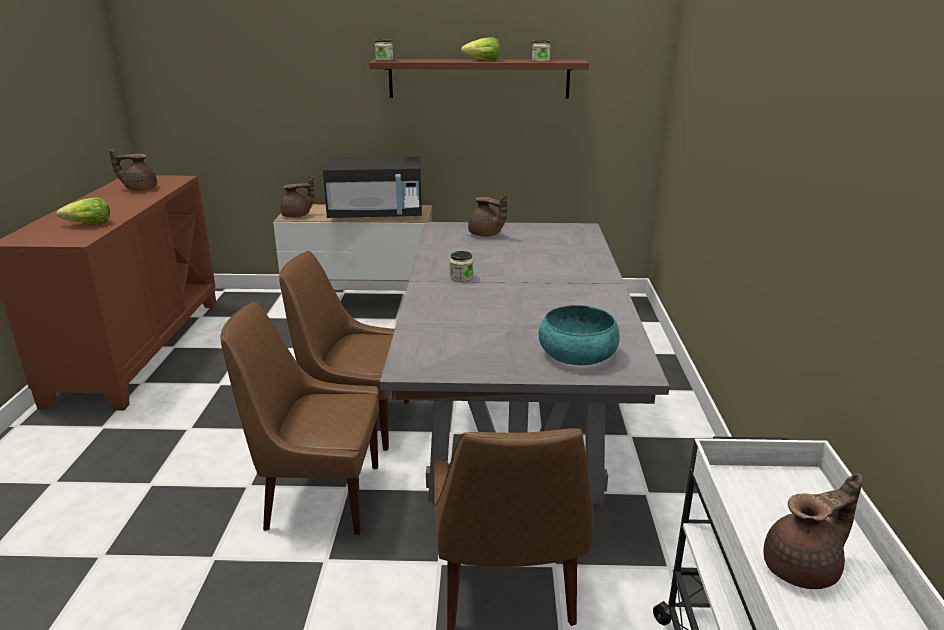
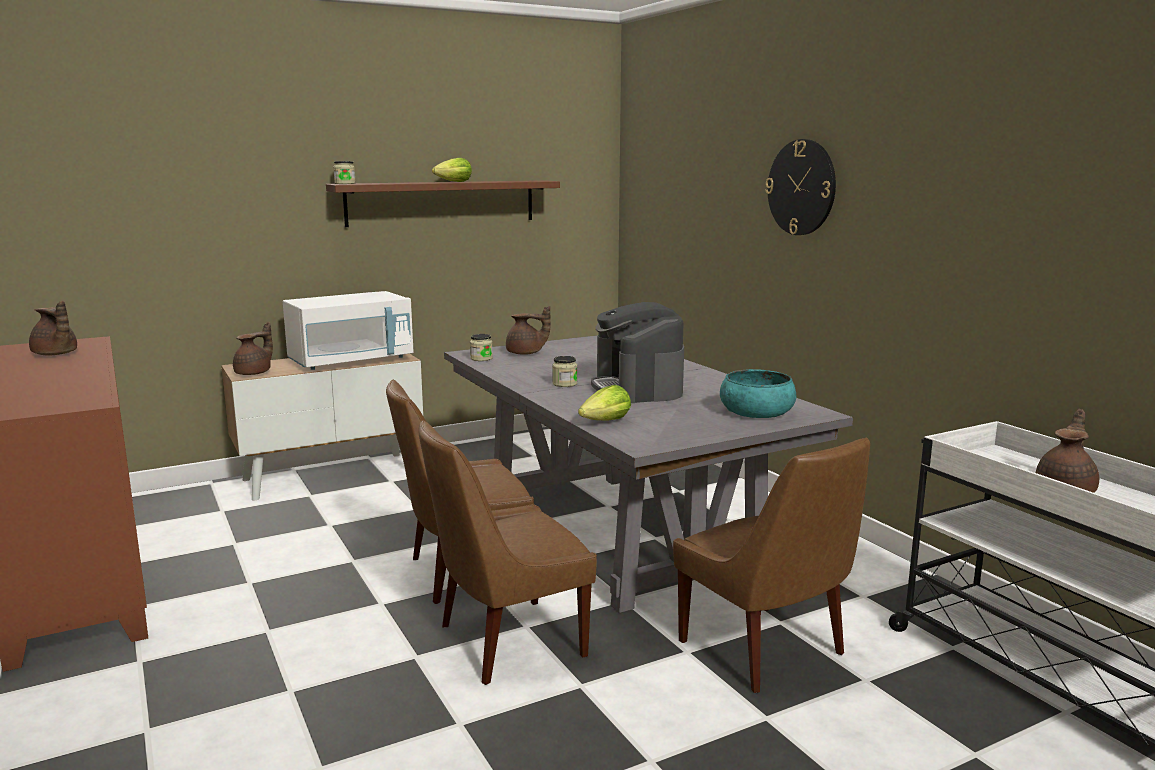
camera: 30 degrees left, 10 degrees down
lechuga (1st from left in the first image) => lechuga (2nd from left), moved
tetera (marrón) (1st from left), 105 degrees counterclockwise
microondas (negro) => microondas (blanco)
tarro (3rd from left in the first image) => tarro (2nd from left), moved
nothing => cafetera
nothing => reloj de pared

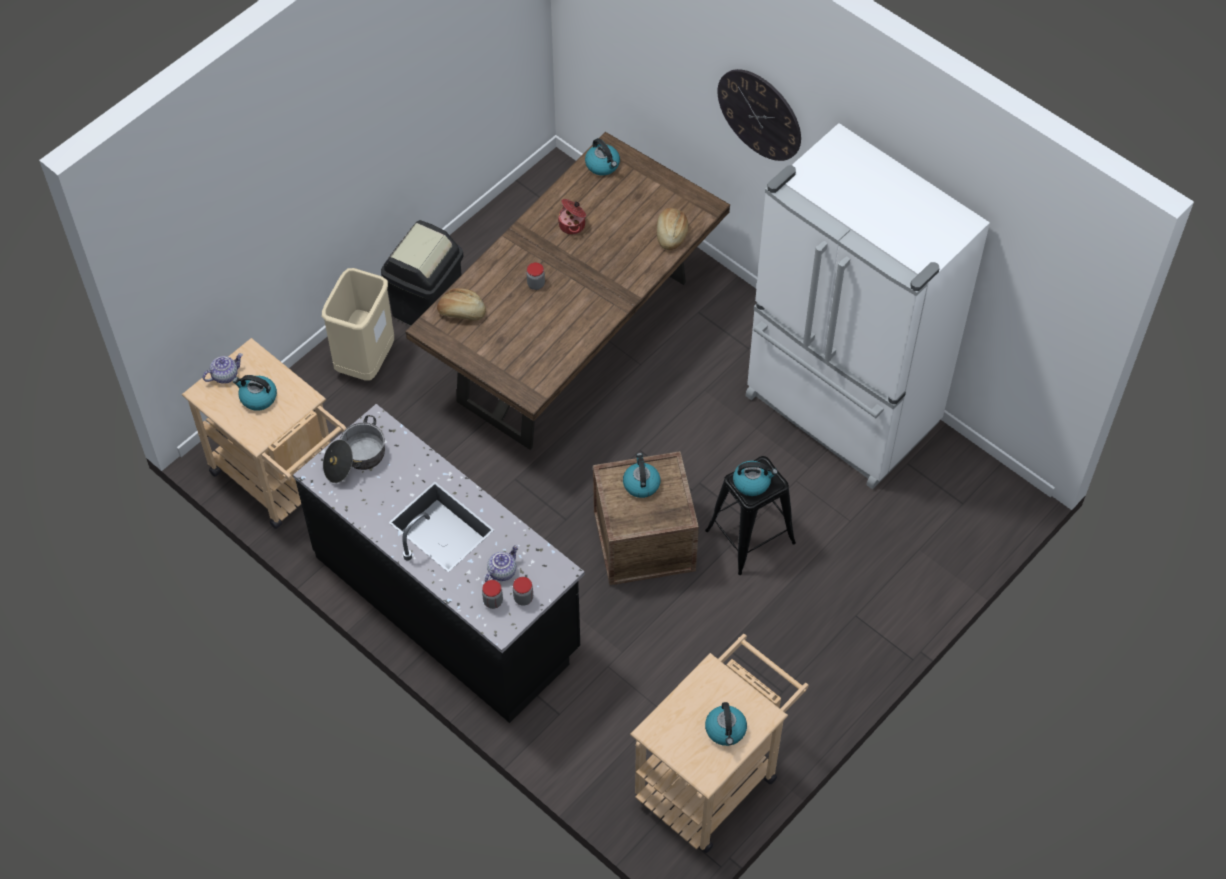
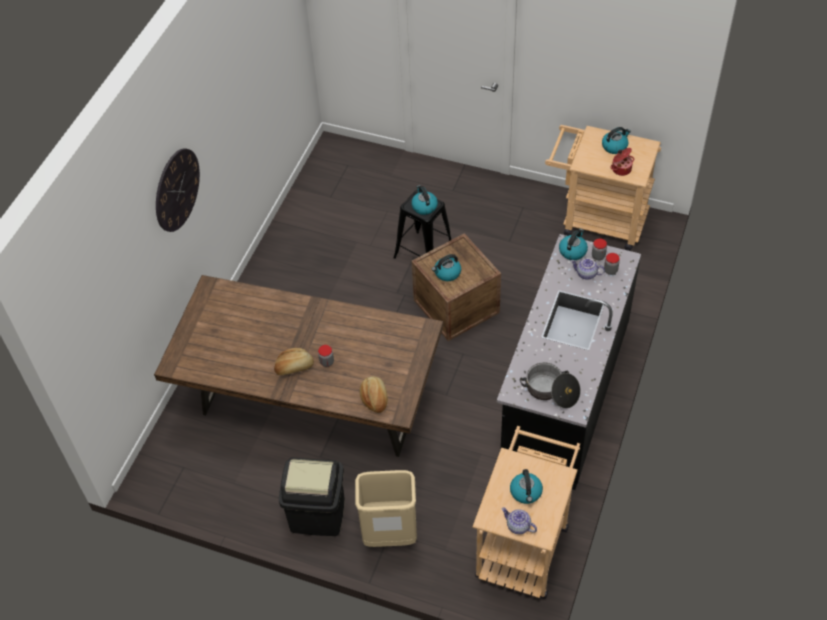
camera: 110 degrees left, 5 degrees down
olla (2nd from left), moved
hervidor (2nd from left in the first image) => hervidor (4th from left), moved
pan (2nd from left in the first image) => pan (1st from left), moved
nevera (blanco) => nothing

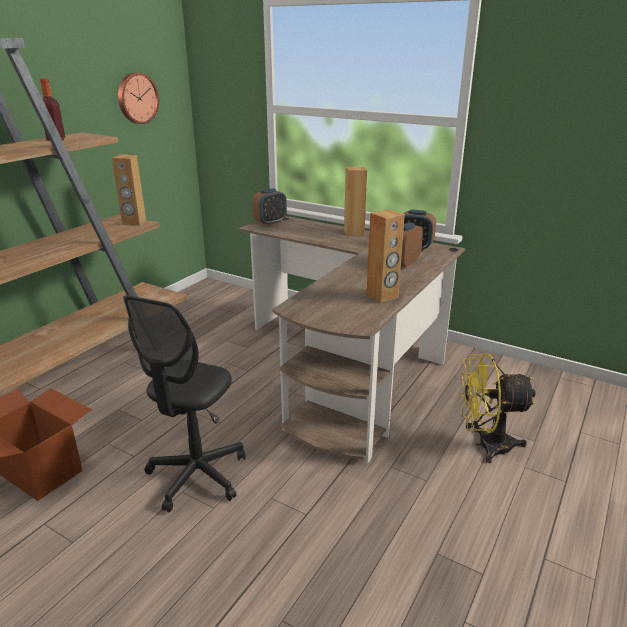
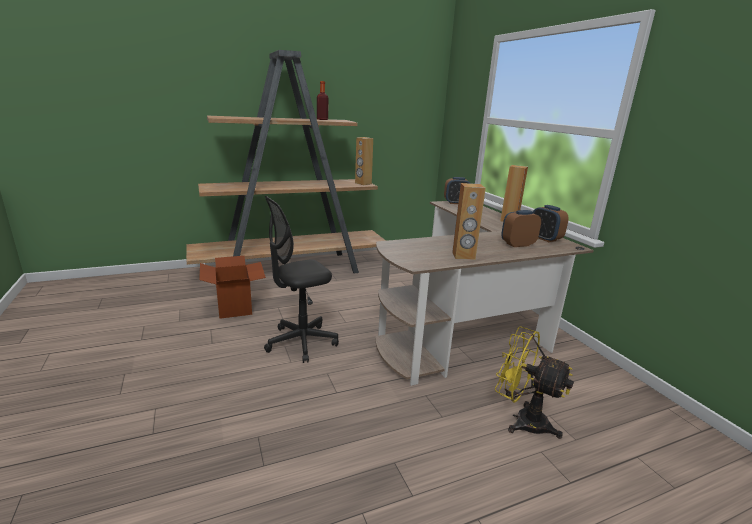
camera: 35 degrees right, 5 degrees down
reloj de pared => nothing

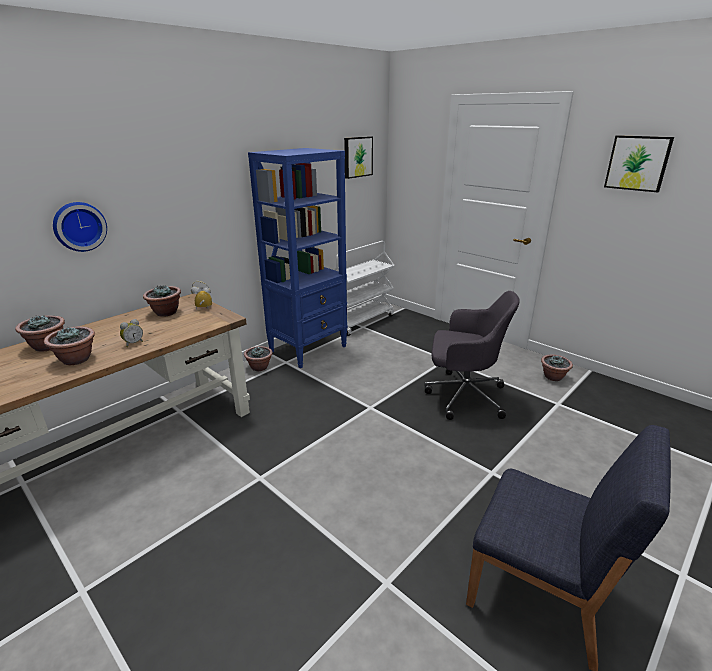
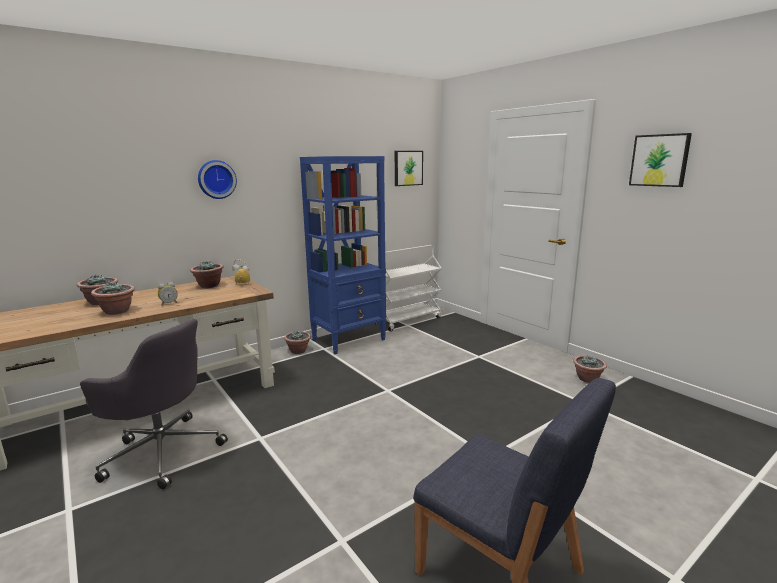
camera: 10 degrees right, 10 degrees down
reloj de pared, moved
silla de oficina (gris), moved

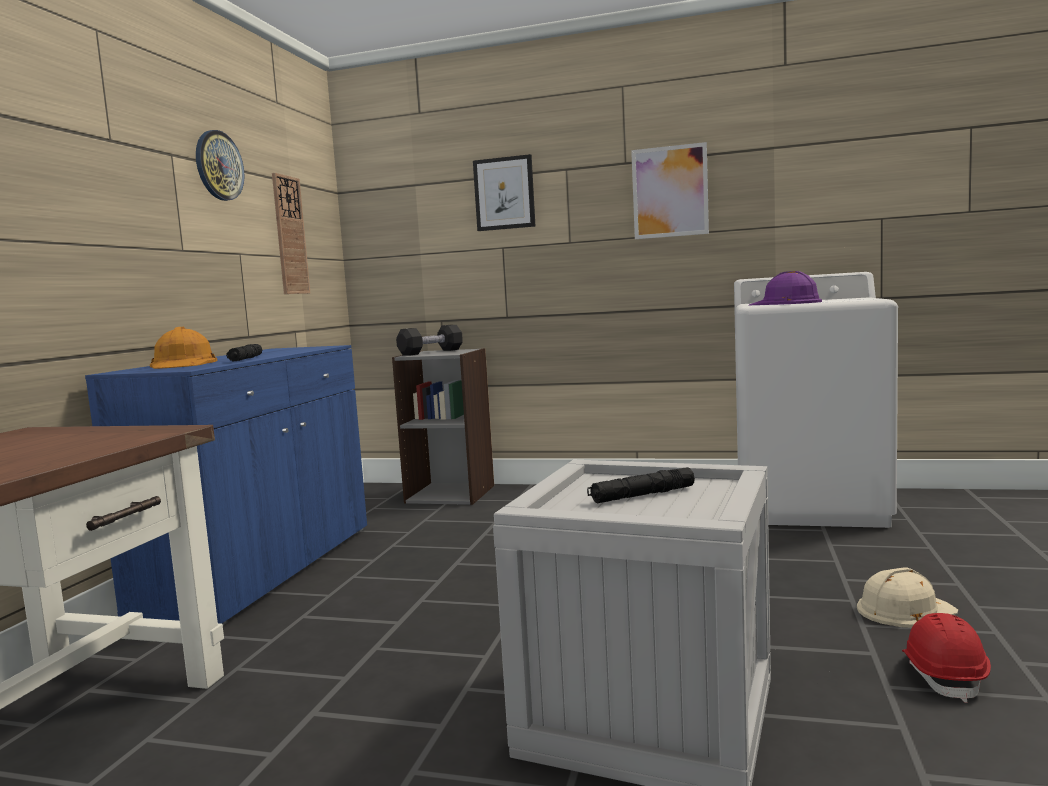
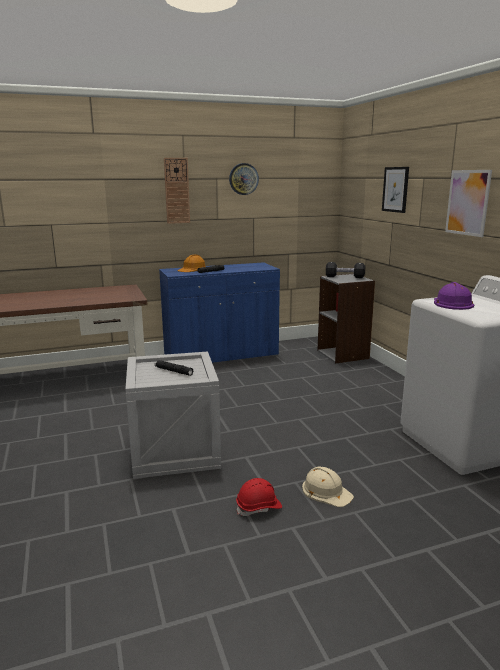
camera: 55 degrees right, 10 degrees up
reloj de pared (2nd from left in the first image) => reloj de pared (1st from left), moved

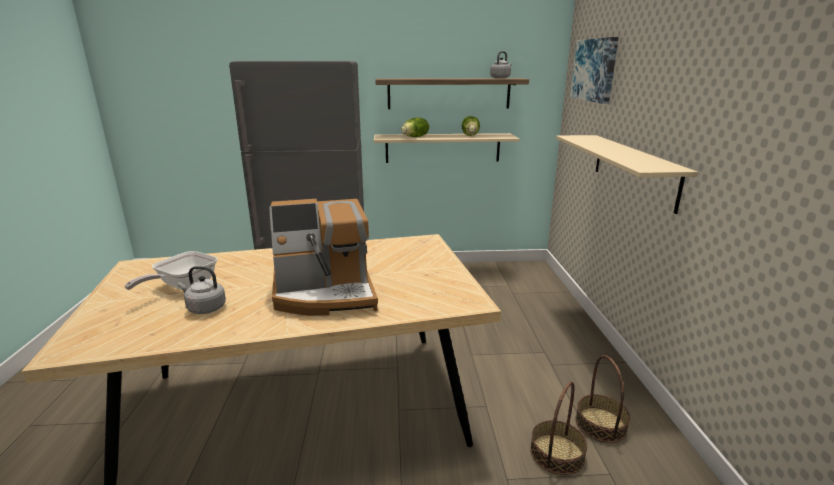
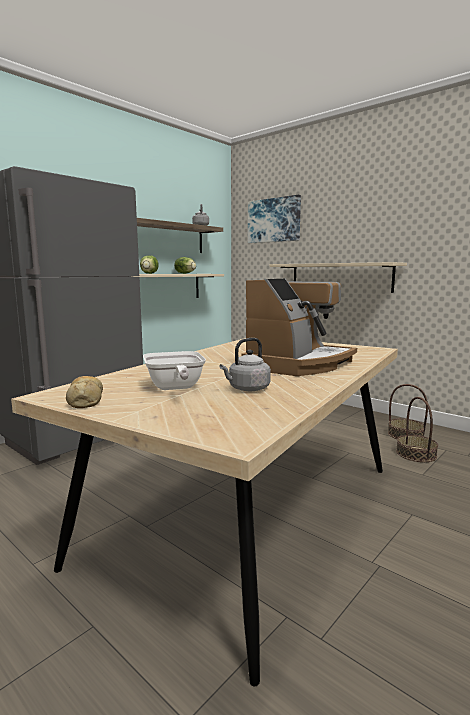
camera: 45 degrees left, 10 degrees down
nothing => pan

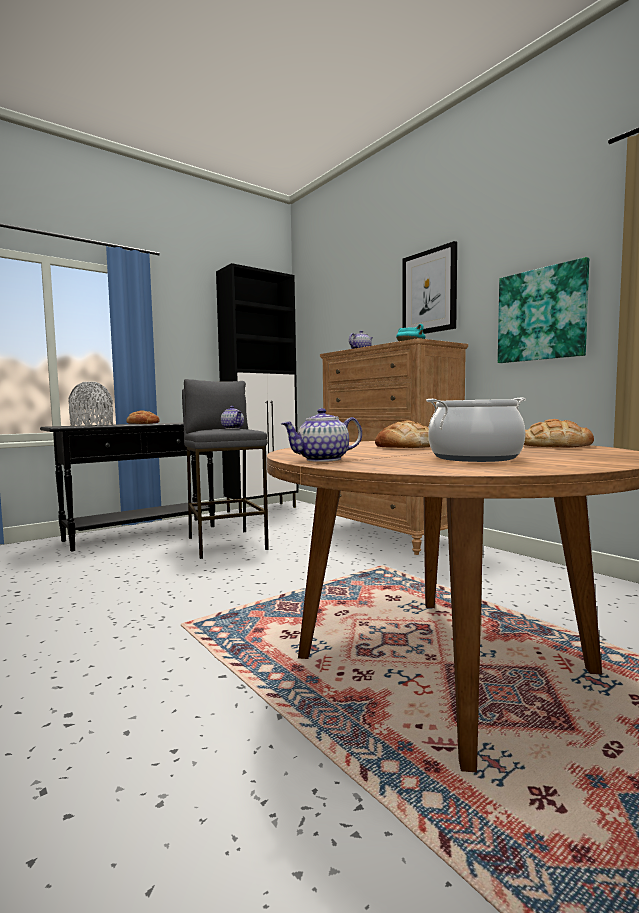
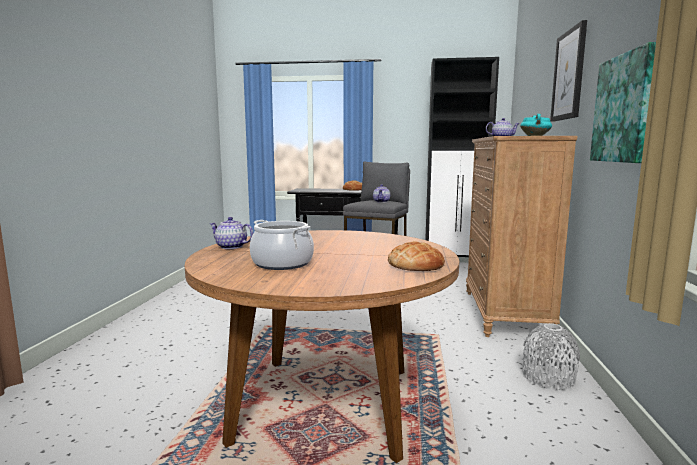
camera: 45 degrees right, 5 degrees up
florero (gris), moved
pan (2nd from left) => nothing

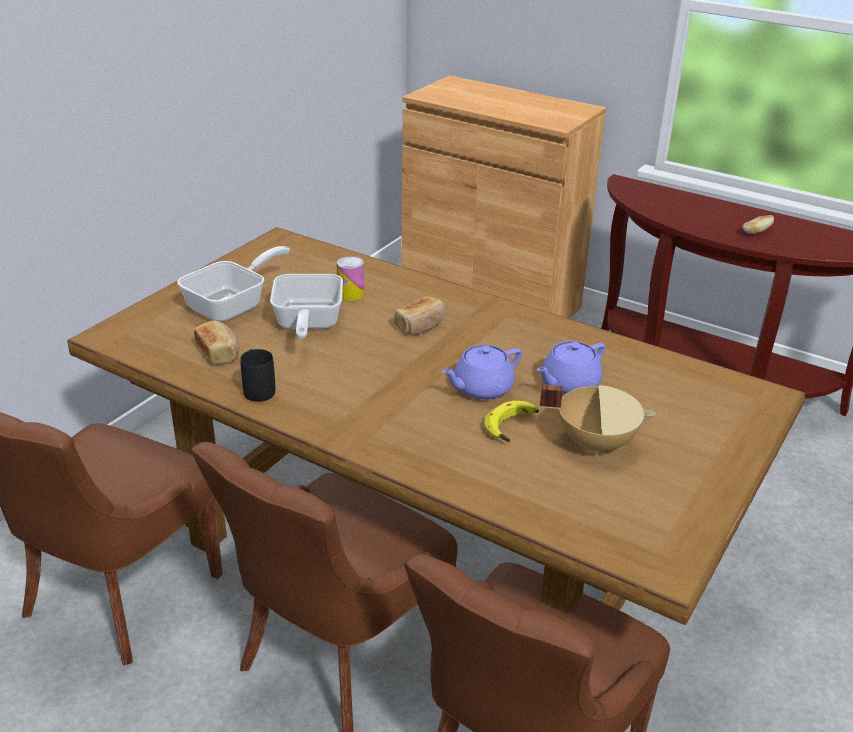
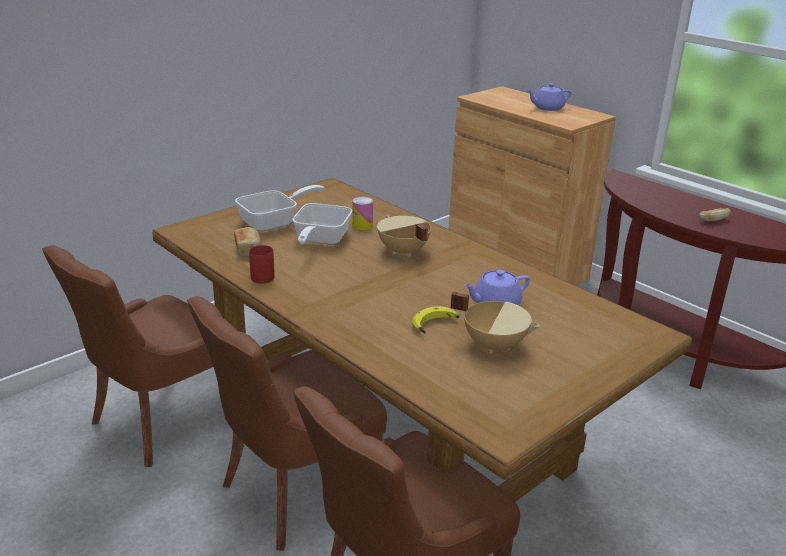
camera: 15 degrees right, 5 degrees down
taza grande (negro) => taza grande (rojo)
pan (2nd from left) => olla (beis) (1st from left)
tetera (morado) (1st from left in the first image) => tetera (morado) (2nd from left), moved

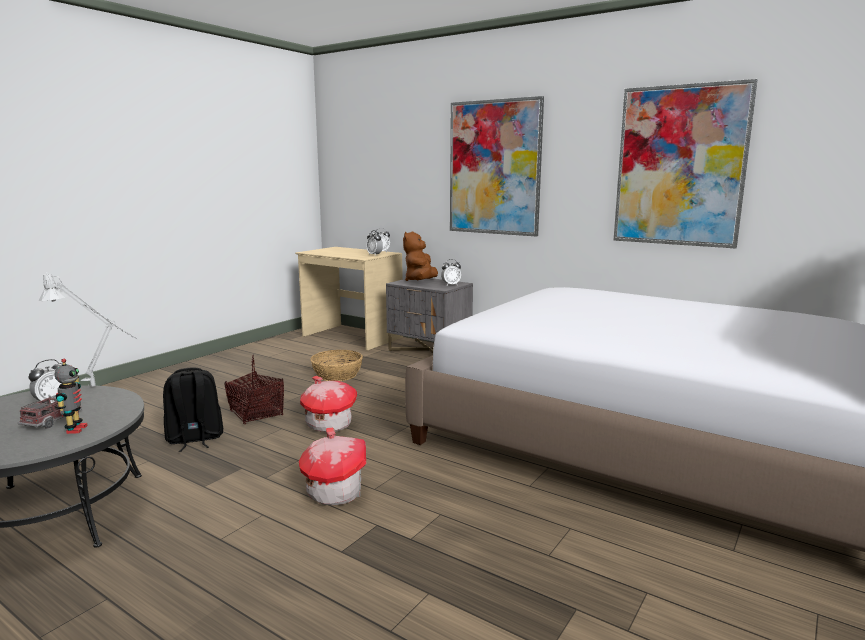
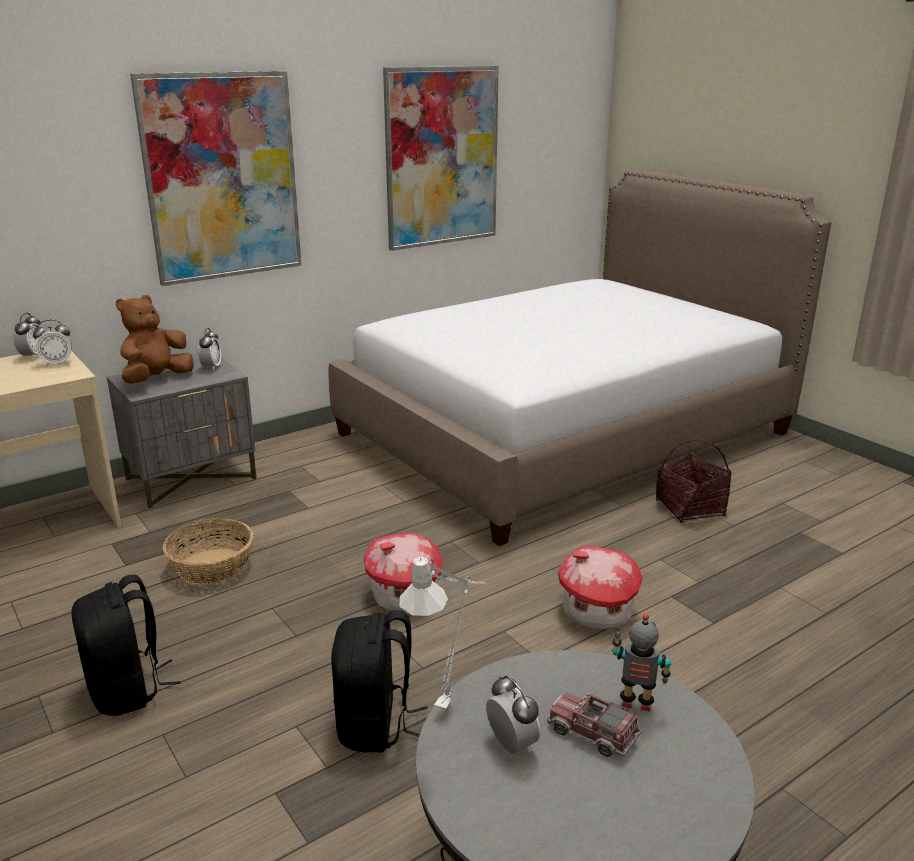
camera: 70 degrees left, 10 degrees up
cesta (1st from left in the first image) => cesta (2nd from left), moved
peluche (marrón), 90 degrees clockwise
nothing => mochila (negro) (1st from left)

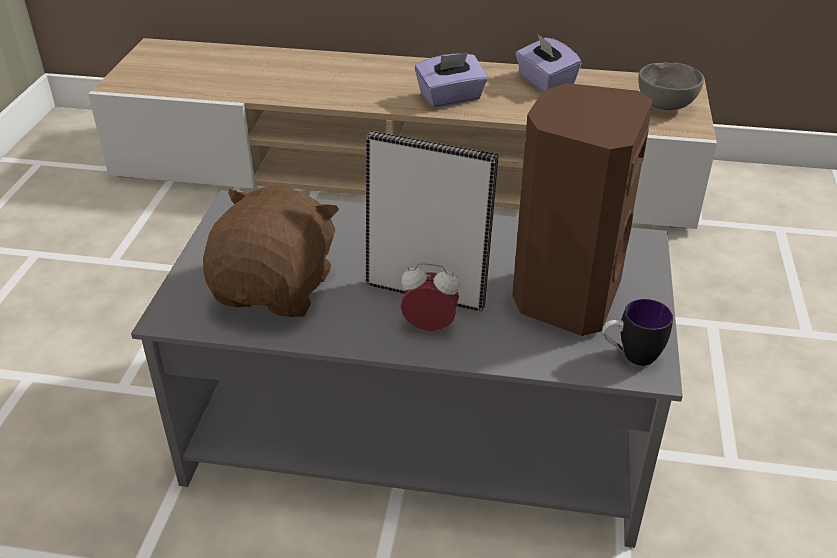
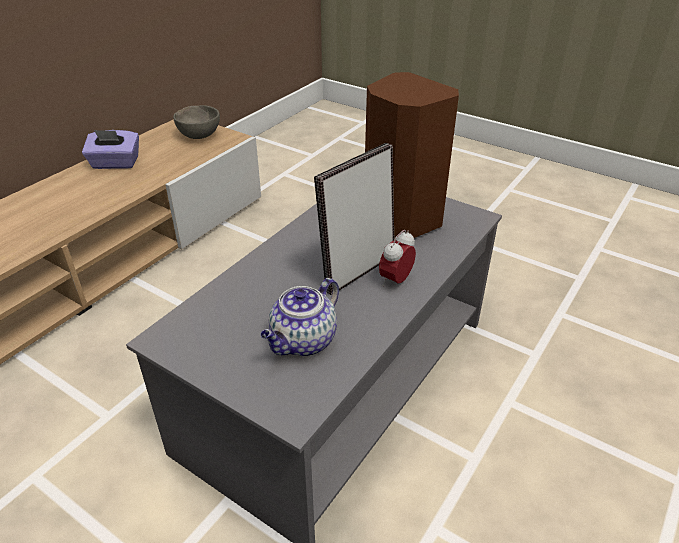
camera: 65 degrees left, 0 degrees up
peluche (marrón) => tetera
caja de pañuelos (morado) (1st from left) => nothing
taza grande => nothing

